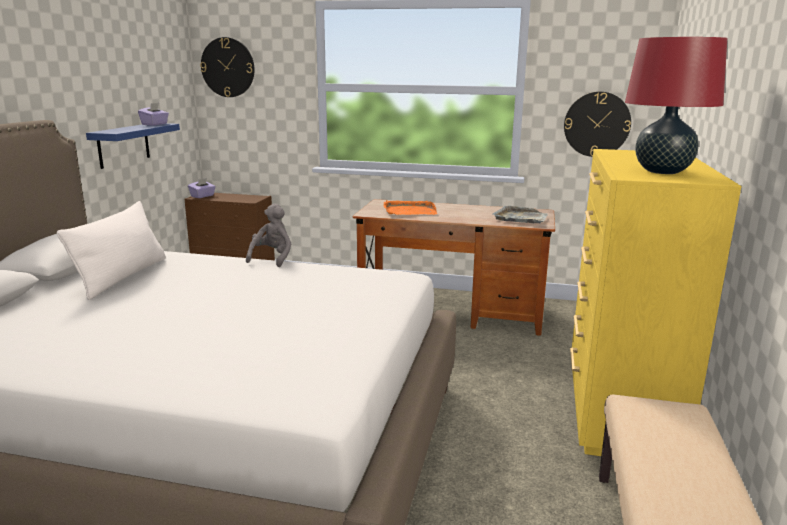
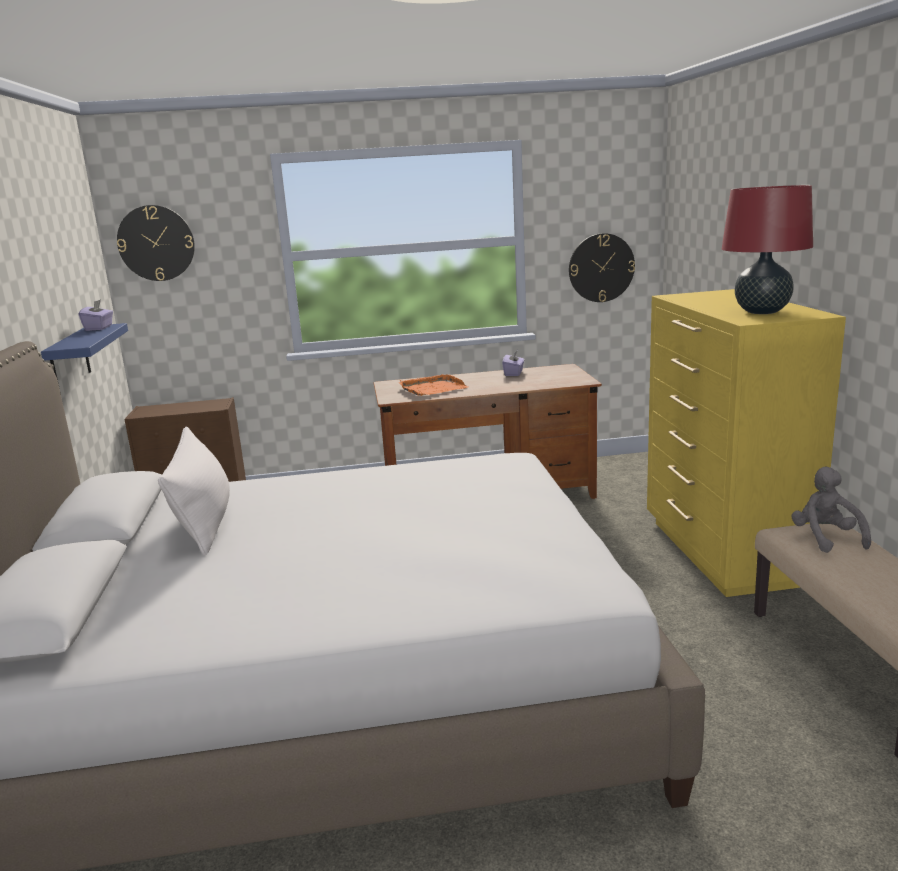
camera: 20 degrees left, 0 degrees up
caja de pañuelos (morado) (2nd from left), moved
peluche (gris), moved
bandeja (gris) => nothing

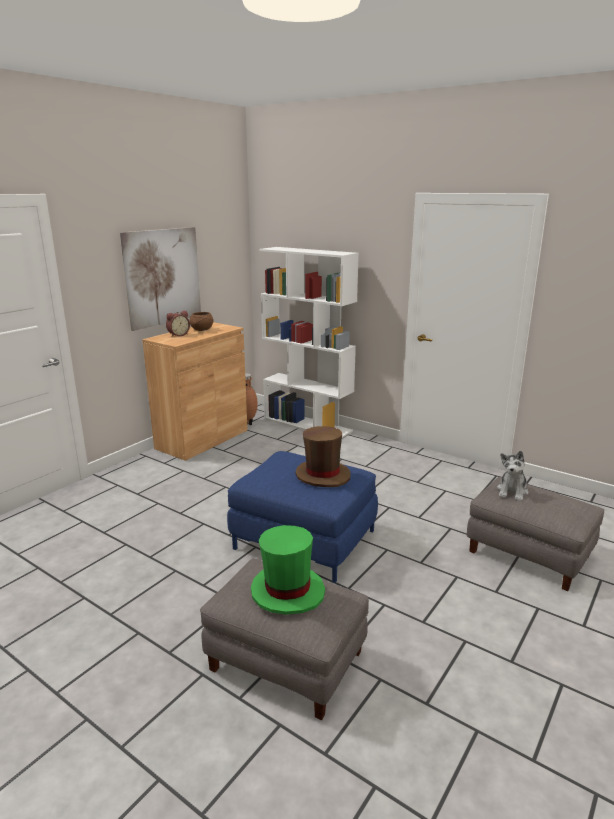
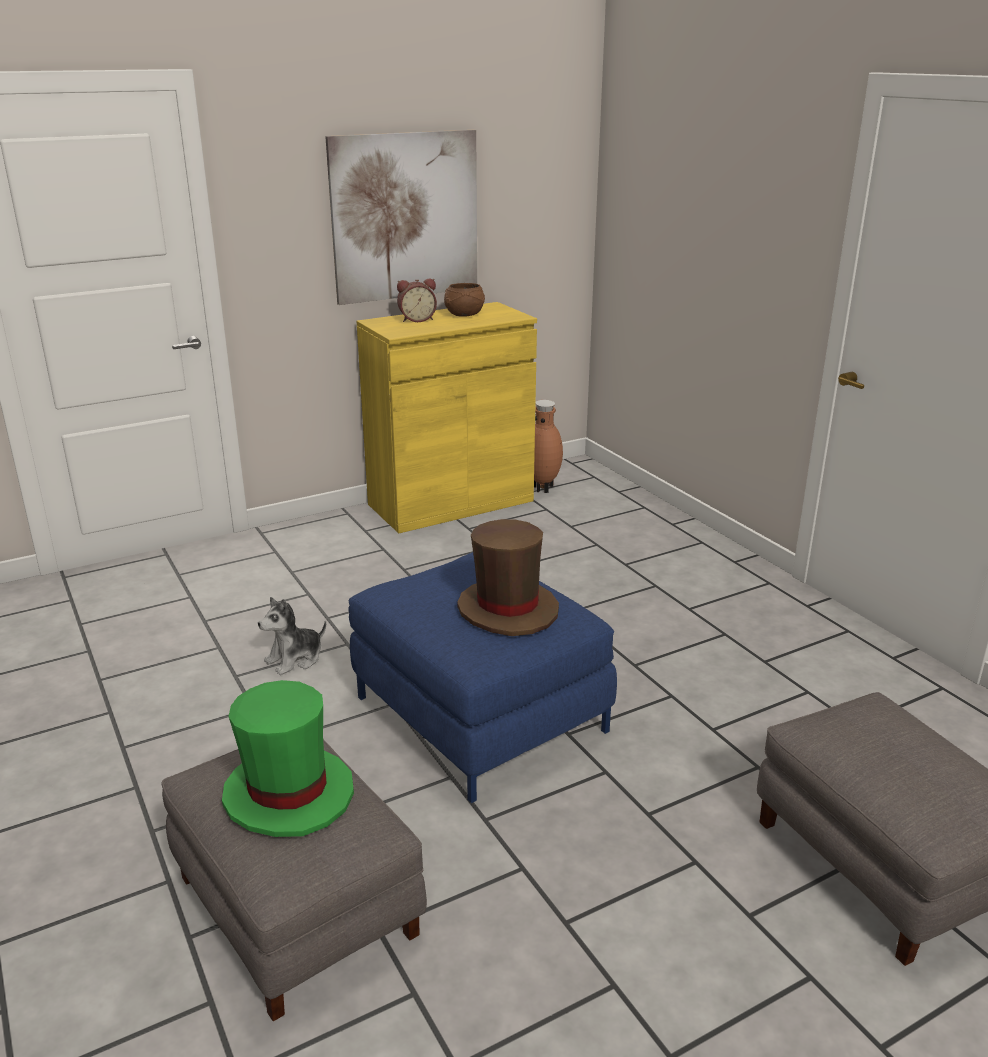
camera: 25 degrees right, 5 degrees up
armario (marrón) => armario (amarillo)
estantería (blanco) => nothing
peluche, moved

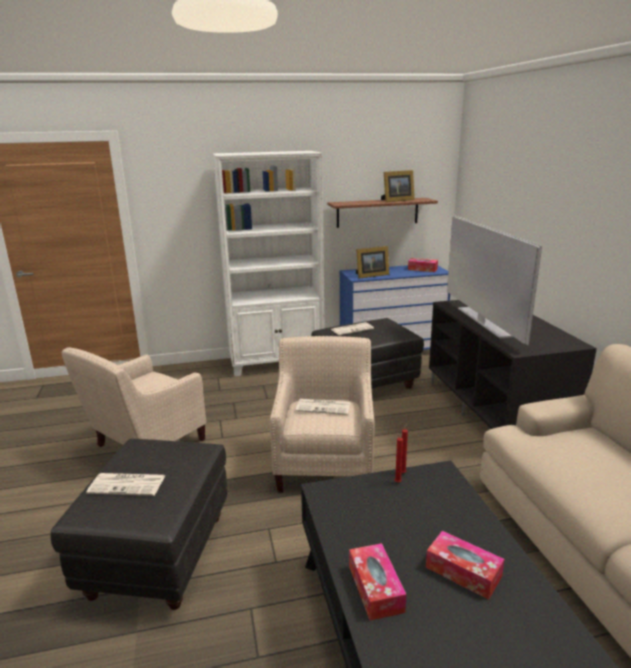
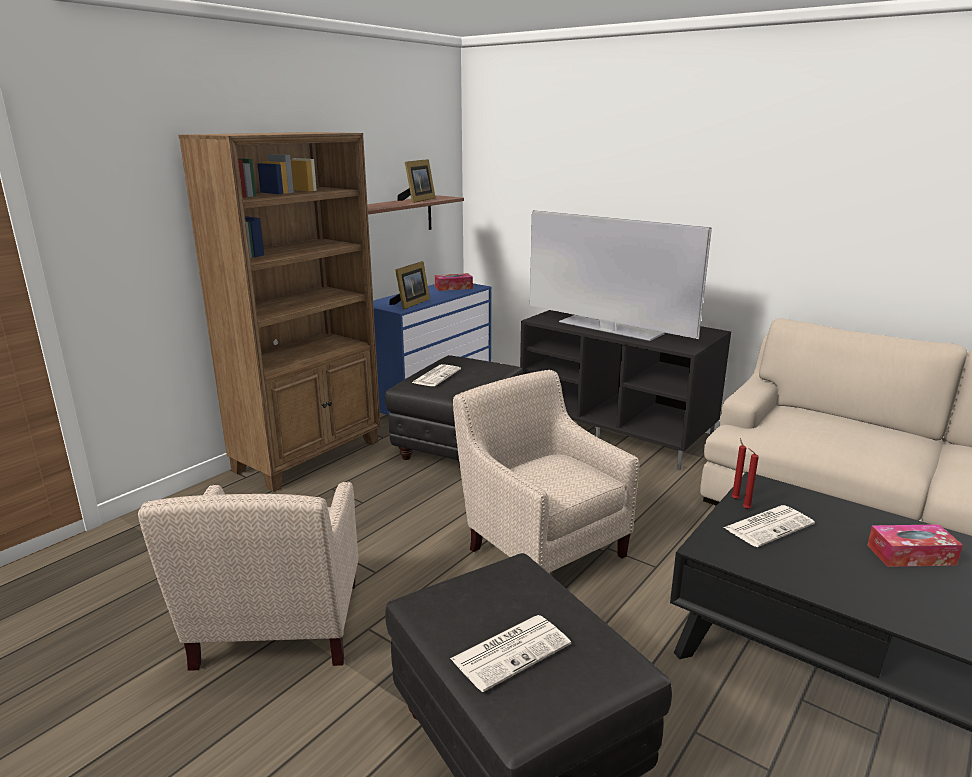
camera: 40 degrees left, 0 degrees up
estantería (blanco) => estantería (marrón)
periódico (2nd from left in the first image) => periódico (3rd from left), moved
caja de pañuelos (1st from left) => nothing

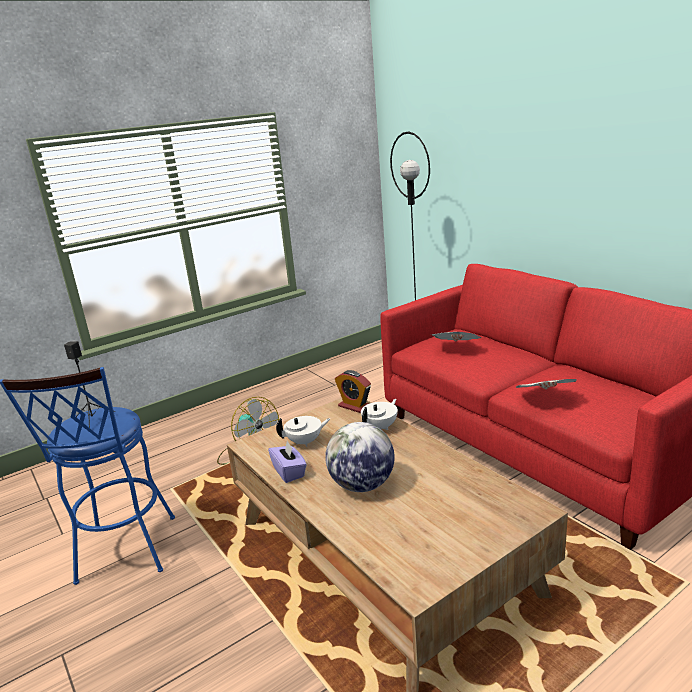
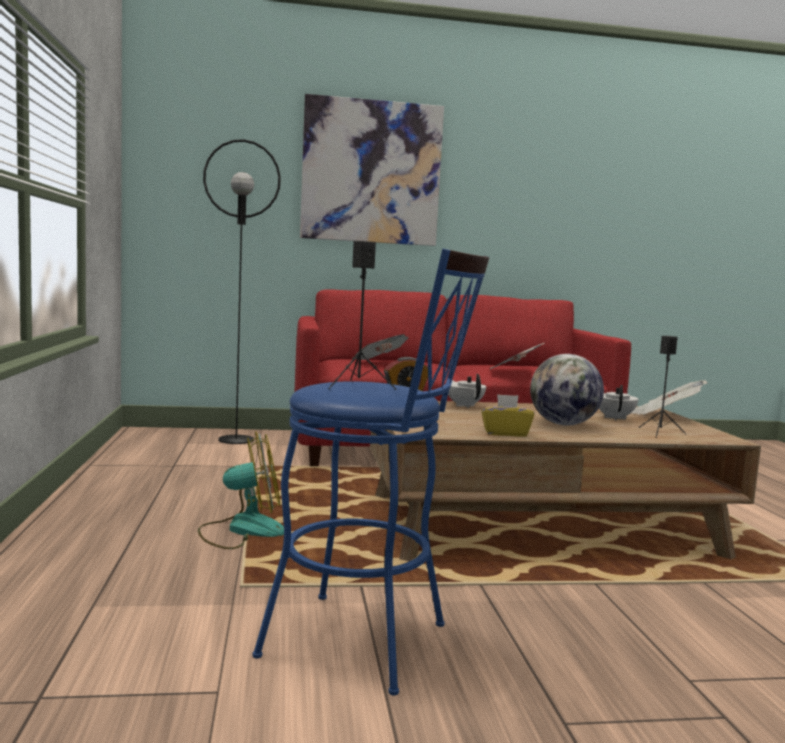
camera: 65 degrees left, 15 degrees down
caja de pañuelos (morado) => caja de pañuelos (amarillo)
tetera (blanco) (1st from left in the first image) => tetera (blanco) (2nd from left), moved
nothing => cuadro
nothing => periódico (3rd from left)
nothing => altavoz (negro) (2nd from left)

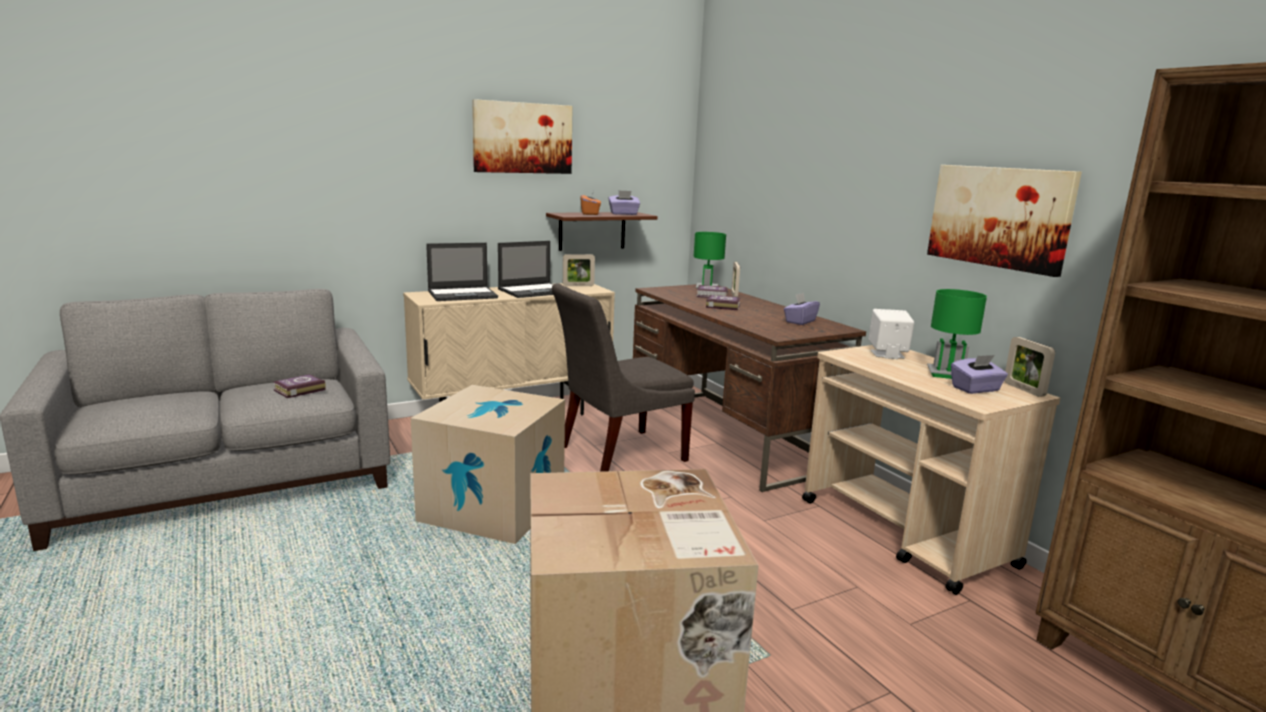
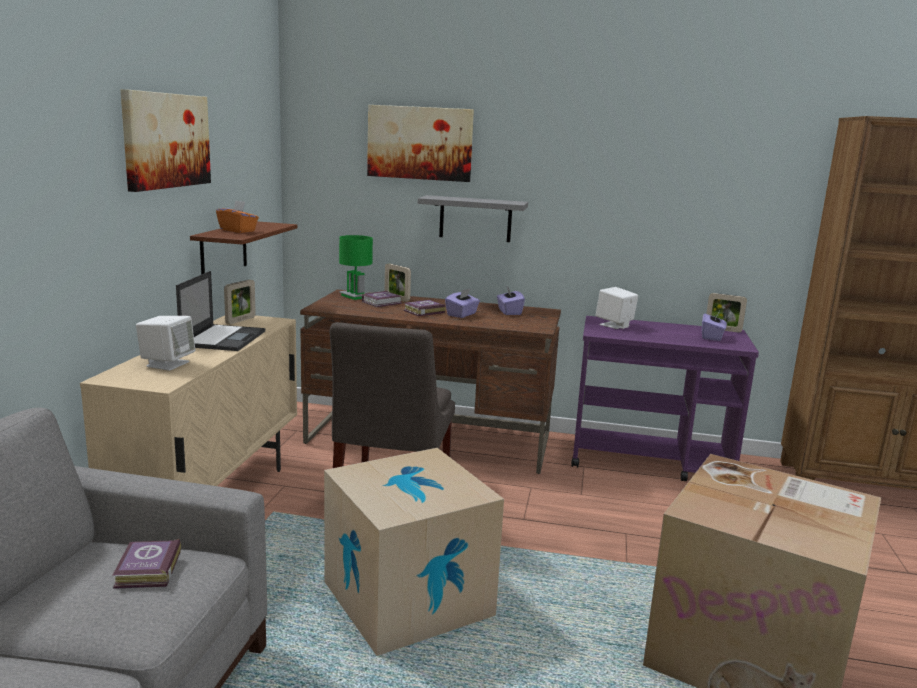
camera: 50 degrees left, 0 degrees up
portátil (1st from left) => altavoz (blanco) (1st from left)
caja de pañuelos (morado) (1st from left), moved
carrito (beis) => carrito (morado)
cuadro (2nd from left), moved
lámpara de mesa (verde) (2nd from left) => nothing
nothing => estante (gris)

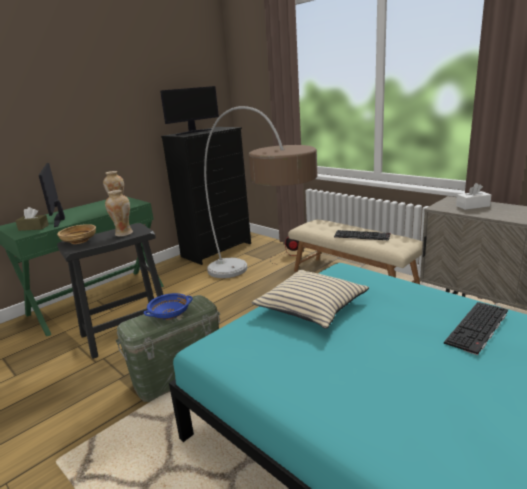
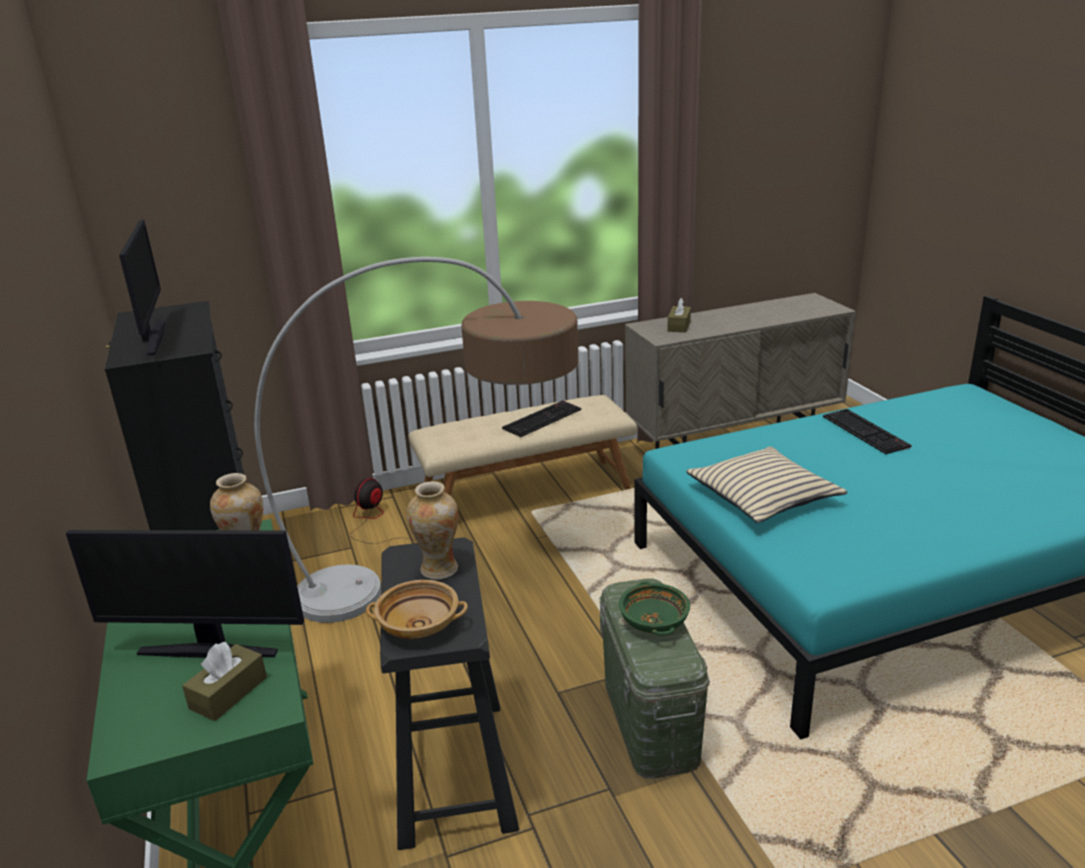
camera: 65 degrees left, 5 degrees up
cuenco (azul) => cuenco (verde)
caja de pañuelos (blanco) => caja de pañuelos (marrón) (2nd from left)

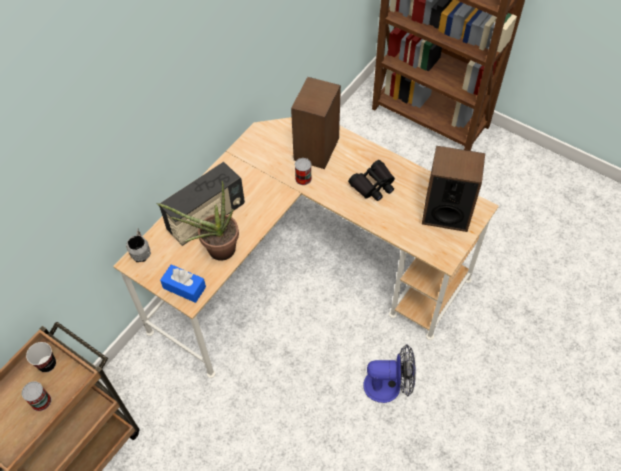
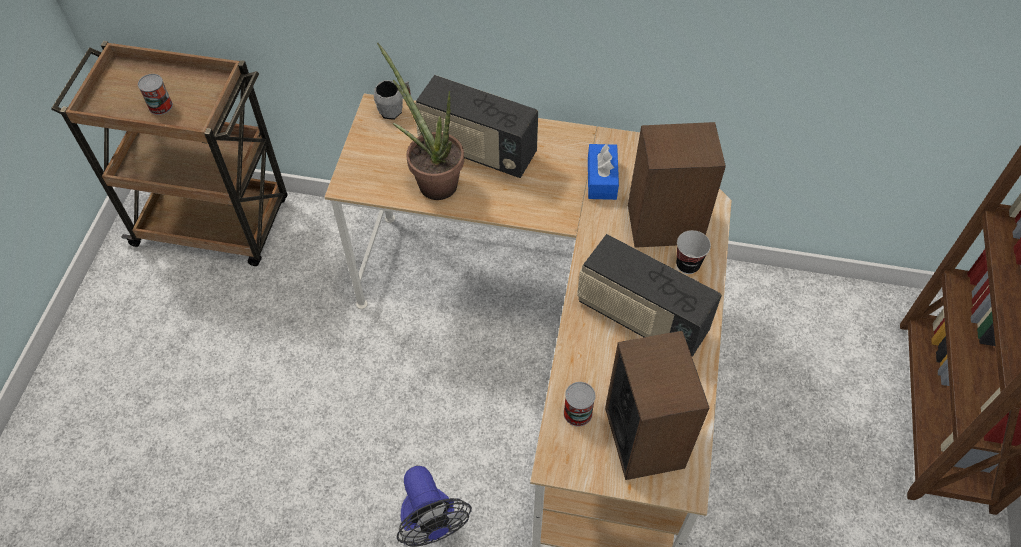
camera: 65 degrees right, 0 degrees up
taza, moved
caja de pañuelos (azul), moved
lata (2nd from left), moved
prismáticos (negro) => radio (2nd from left)

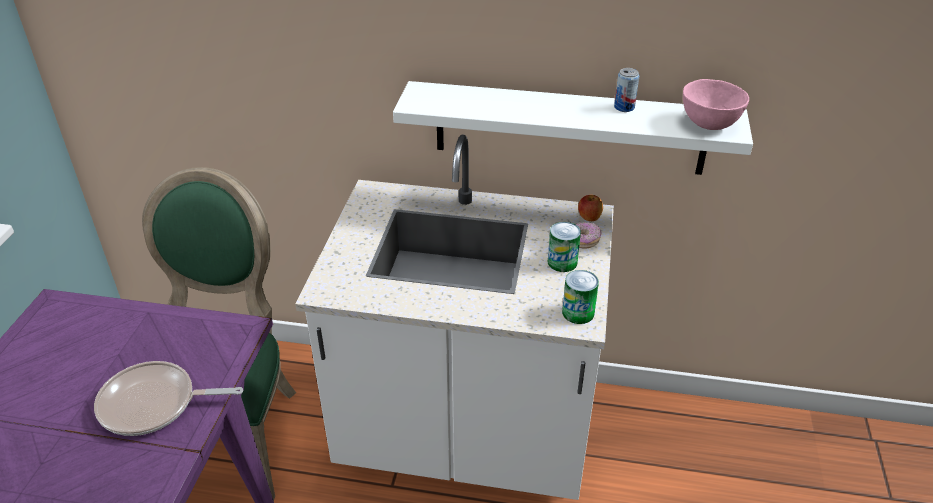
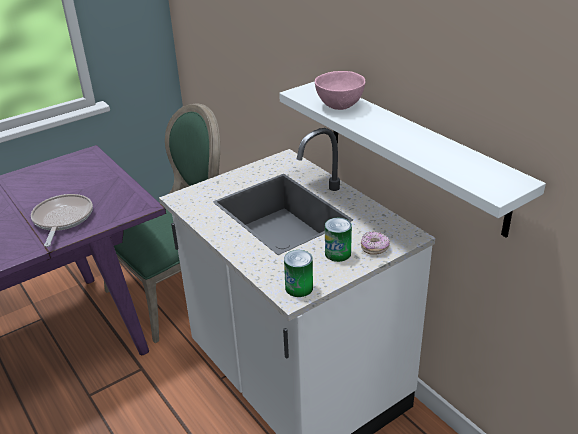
camera: 45 degrees right, 5 degrees down
sartén, 45 degrees clockwise
manzana => nothing
lata (3rd from left) => nothing
cuenco (rosa), moved

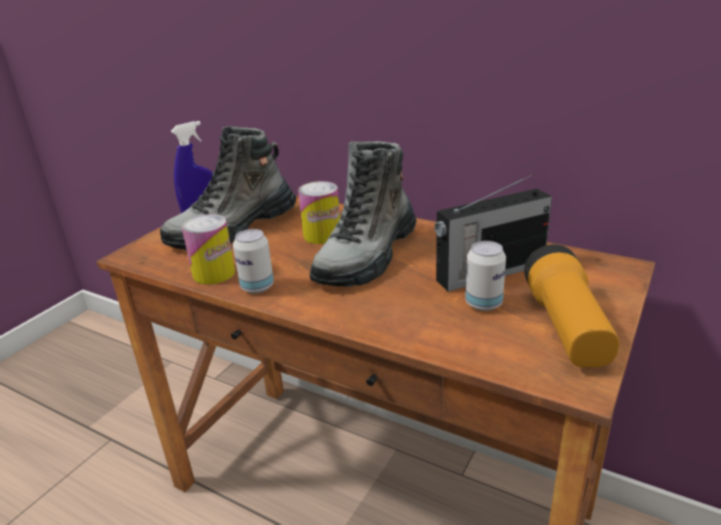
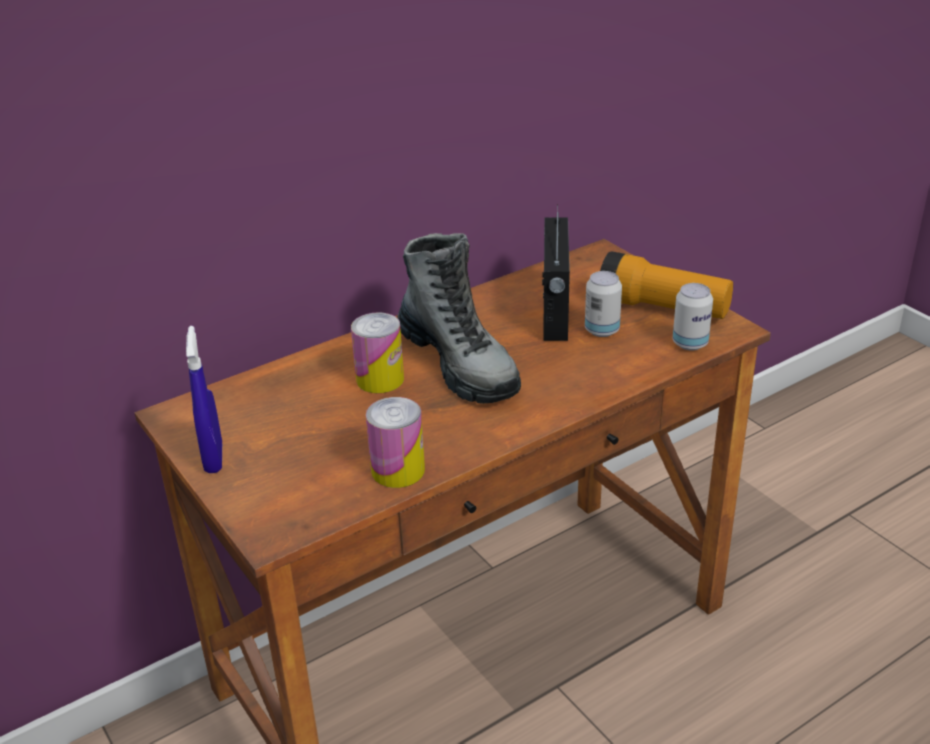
camera: 65 degrees left, 5 degrees up
bota (1st from left) => nothing
lata (2nd from left in the first image) => lata (4th from left), moved

